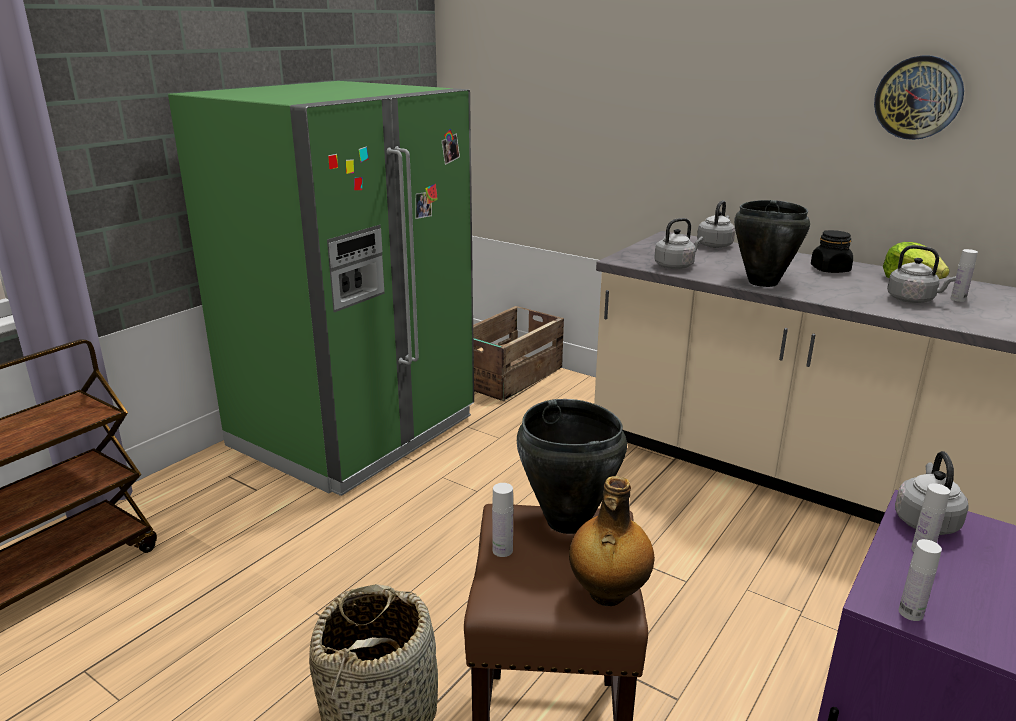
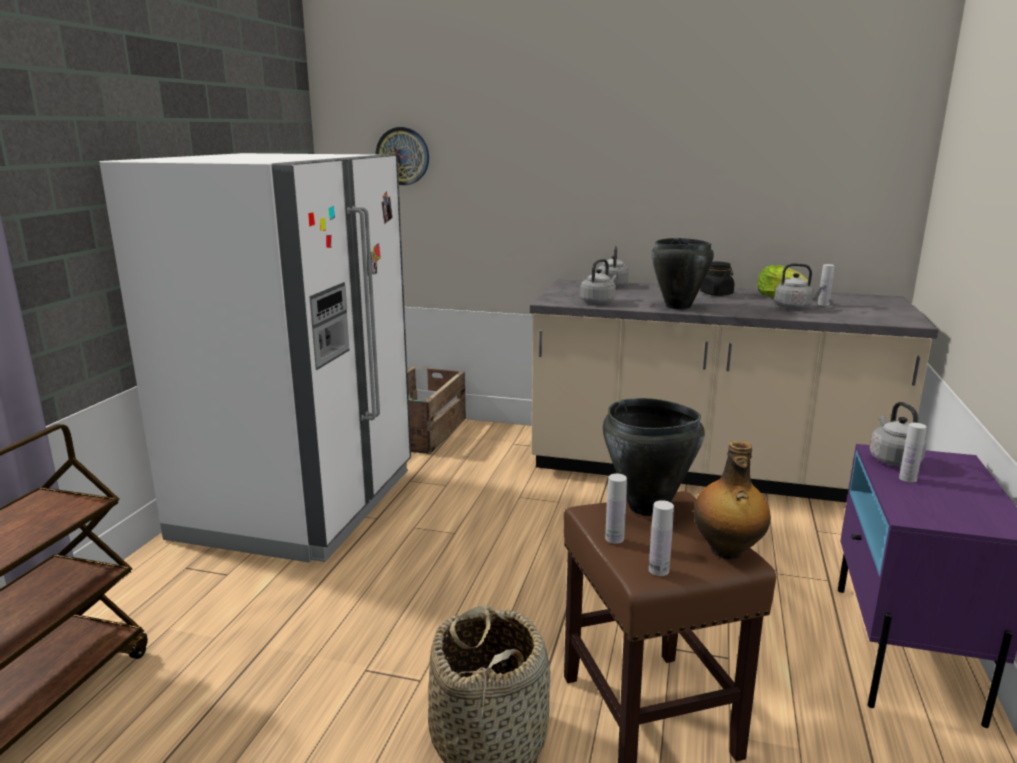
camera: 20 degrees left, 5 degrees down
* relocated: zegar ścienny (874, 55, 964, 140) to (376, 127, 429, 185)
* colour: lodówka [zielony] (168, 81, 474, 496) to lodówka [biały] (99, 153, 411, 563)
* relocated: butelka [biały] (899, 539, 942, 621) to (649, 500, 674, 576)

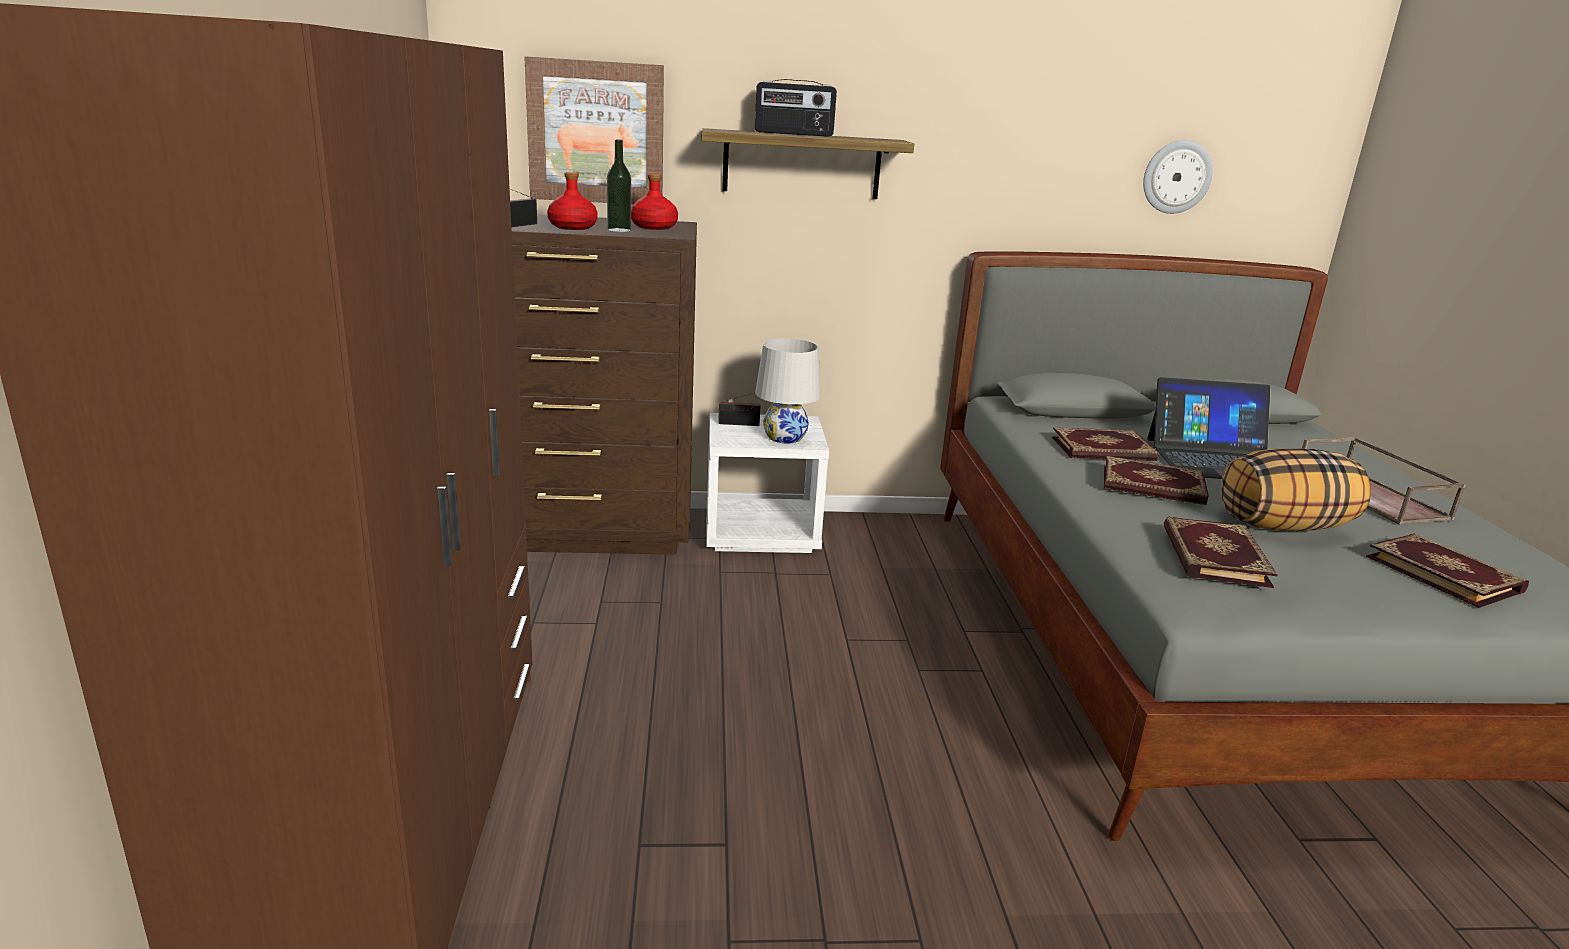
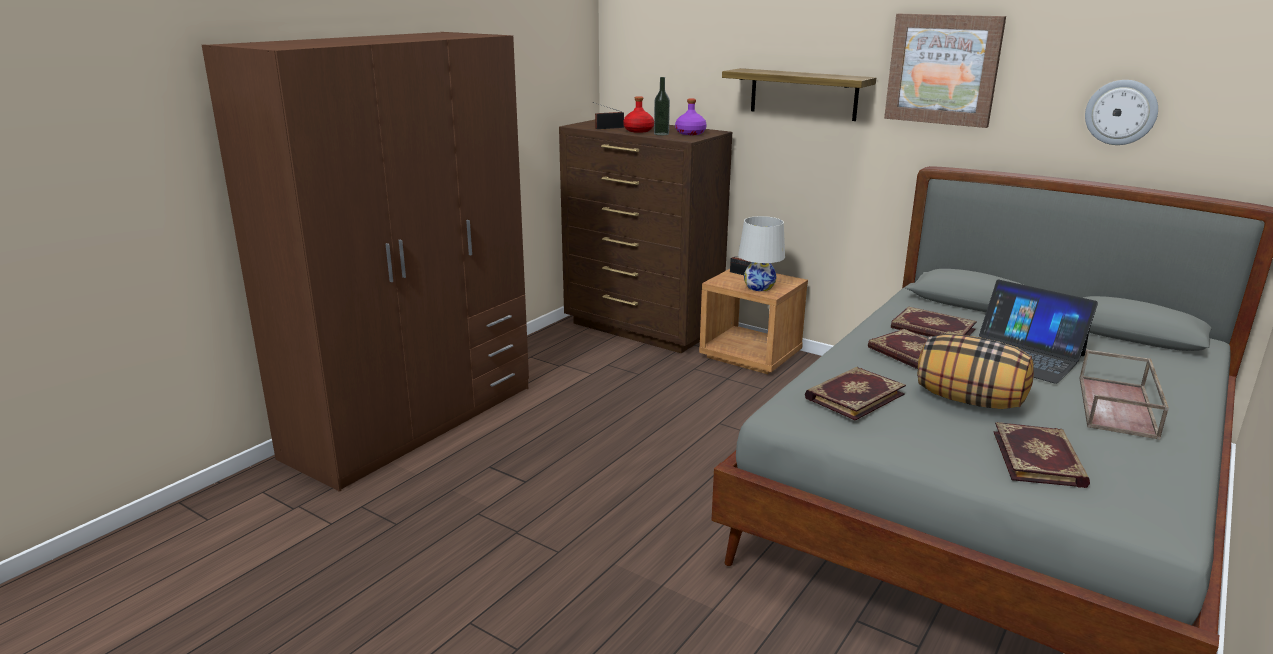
camera: 40 degrees right, 0 degrees up
* relocated: obraz (524, 56, 664, 204) to (884, 14, 1006, 128)
* missing: radio (755, 79, 837, 137)
* colour: butelka [czerwony] (631, 174, 678, 230) to butelka [fioletowy] (675, 98, 707, 135)
* colour: szafka nocna [biały] (707, 413, 829, 553) to szafka nocna [brązowy] (699, 269, 808, 374)

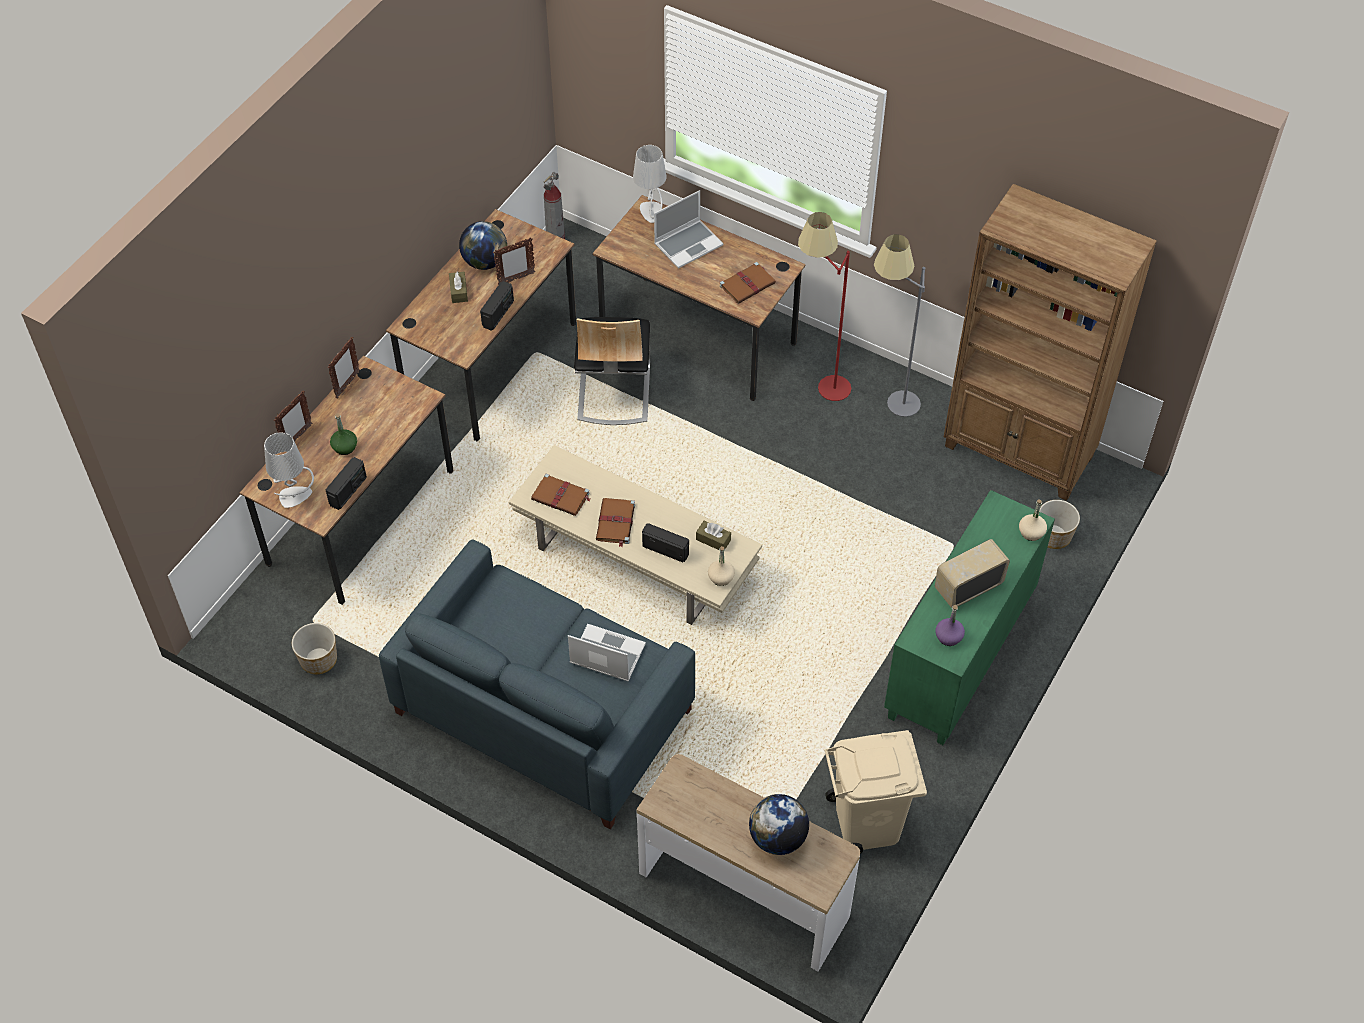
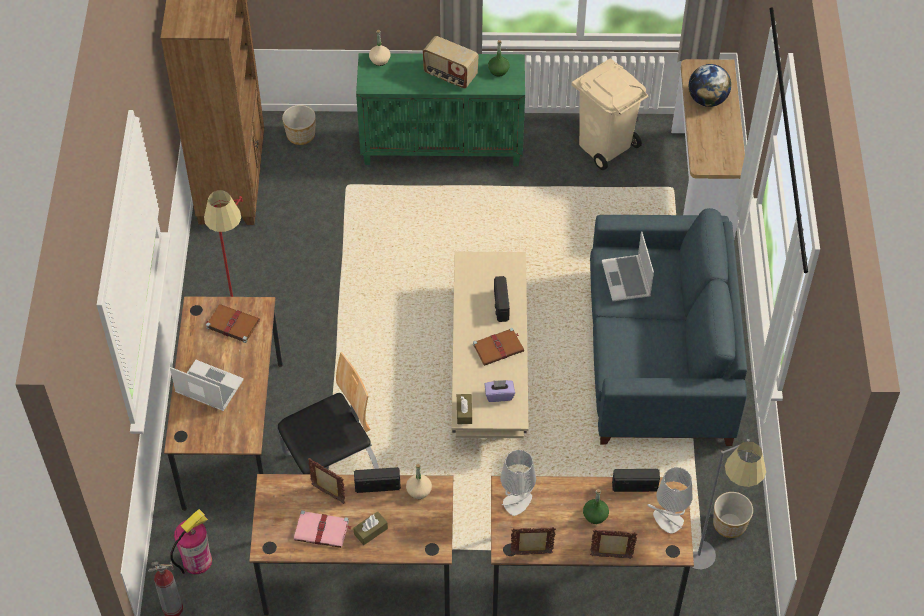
camera: 120 degrees left, 0 degrees up
* relocated: lampa stołowa [szary] (633, 145, 667, 223) to (500, 450, 536, 516)
* exchanged: globus (459, 221, 507, 270) to książka [różowy] (294, 510, 352, 548)
* relocated: lampa stojąca [szary] (874, 234, 925, 417) to (691, 439, 766, 570)
* exchanged: książka [brązowy] (531, 474, 590, 516) to pudełko chusteczek [fioletowy] (485, 380, 515, 402)
* relocated: pudełko chusteczek [brązowy] (696, 521, 731, 550) to (457, 394, 472, 424)
* relocated: butelka [beżowy] (708, 546, 735, 586) to (406, 464, 432, 499)
* colour: butelka [fioletowy] (935, 605, 965, 646) to butelka [zielony] (488, 40, 510, 76)
* appeared: gaśnica (170, 509, 212, 574)

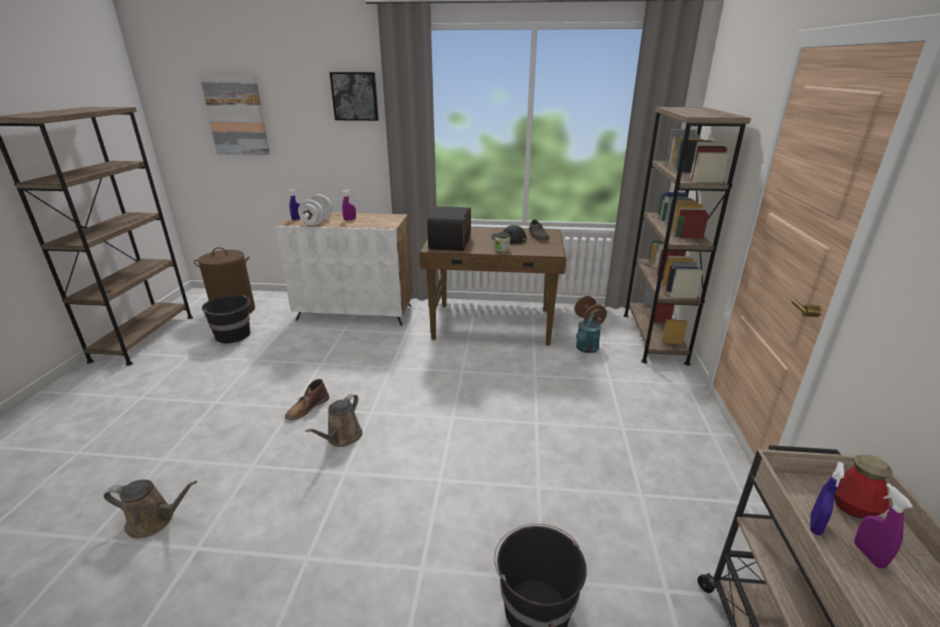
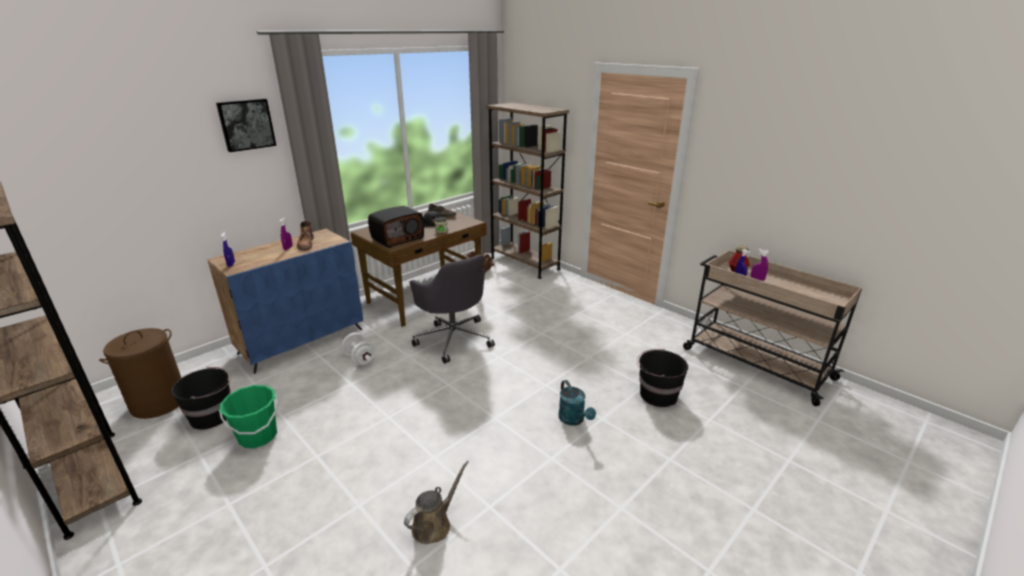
camera: 50 degrees left, 0 degrees up
* missing: obraz (199, 75, 270, 155)
* relocated: hantel [biały] (298, 194, 333, 226) to (341, 333, 375, 365)
* spun: radio (427, 206, 471, 251) = (368, 206, 424, 248) 90 degrees counterclockwise
* colour: szafka [biały] (276, 212, 413, 326) to szafka [niebieski] (207, 229, 363, 374)
* relocated: konewka [turkusowy] (576, 314, 601, 353) to (558, 380, 596, 425)
* relocated: but z cholewką [brązowy] (285, 379, 329, 420) to (297, 221, 314, 250)
* missing: konewka [brązowy] (306, 394, 363, 447)
* appeared: krzesło biurowe [szary] (409, 254, 495, 364)
* appeared: wiadro [zielony] (219, 385, 278, 448)

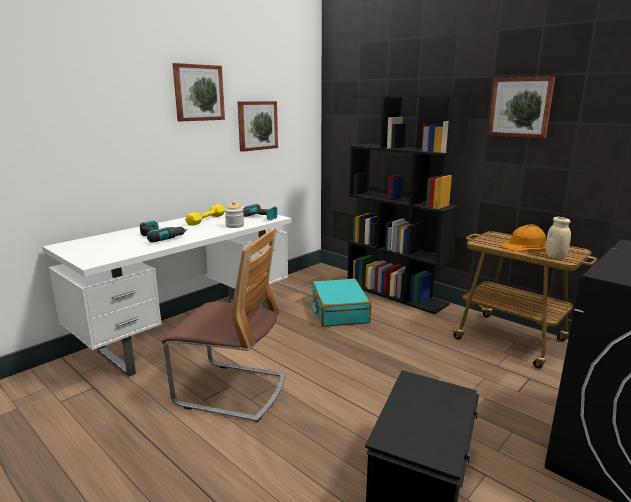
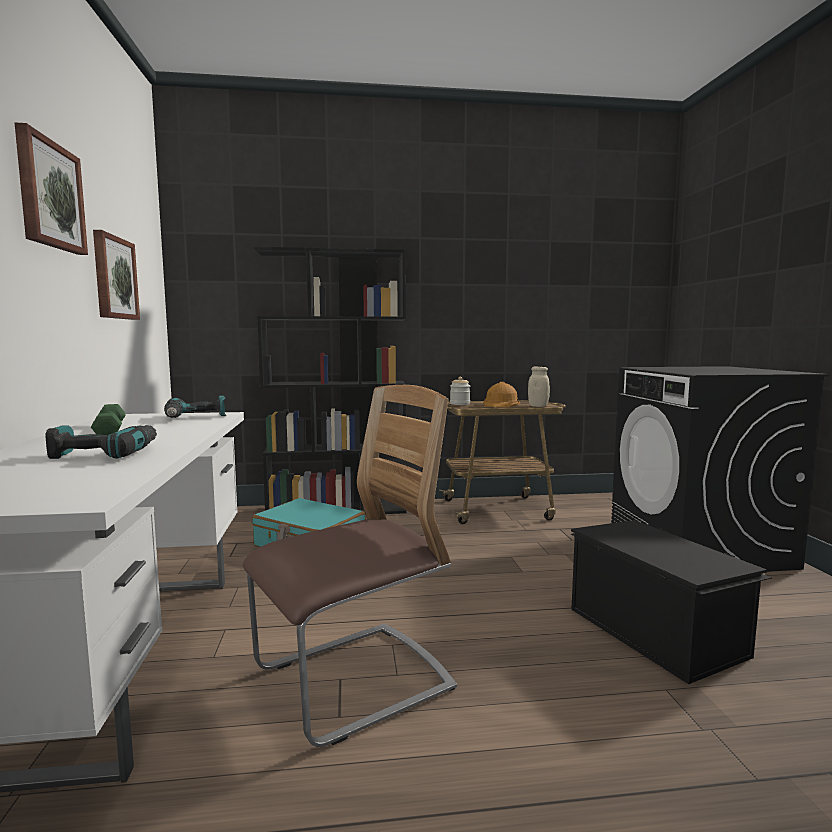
camera: 50 degrees left, 10 degrees down
* missing: obraz (488, 76, 555, 138)
* relocated: słoik (225, 201, 244, 228) to (450, 377, 470, 405)
* colour: hantel [żółty] (185, 204, 225, 226) to hantel [zielony] (91, 404, 125, 435)

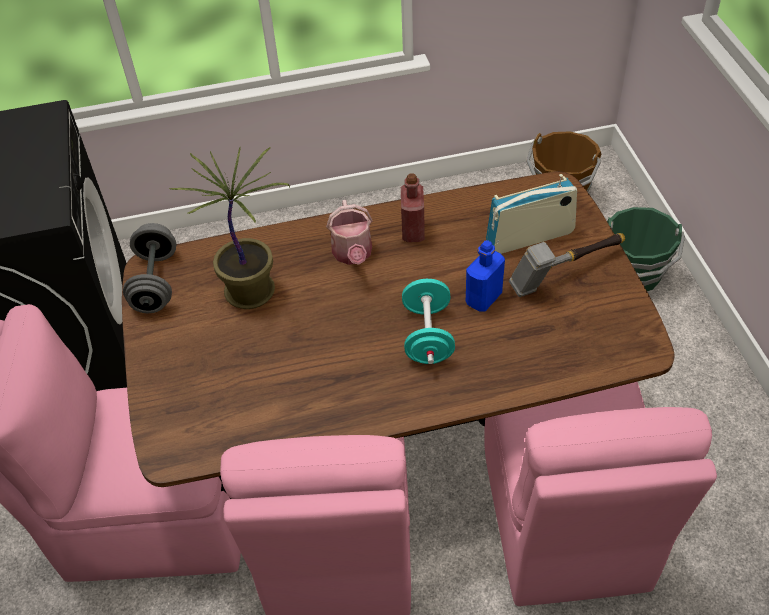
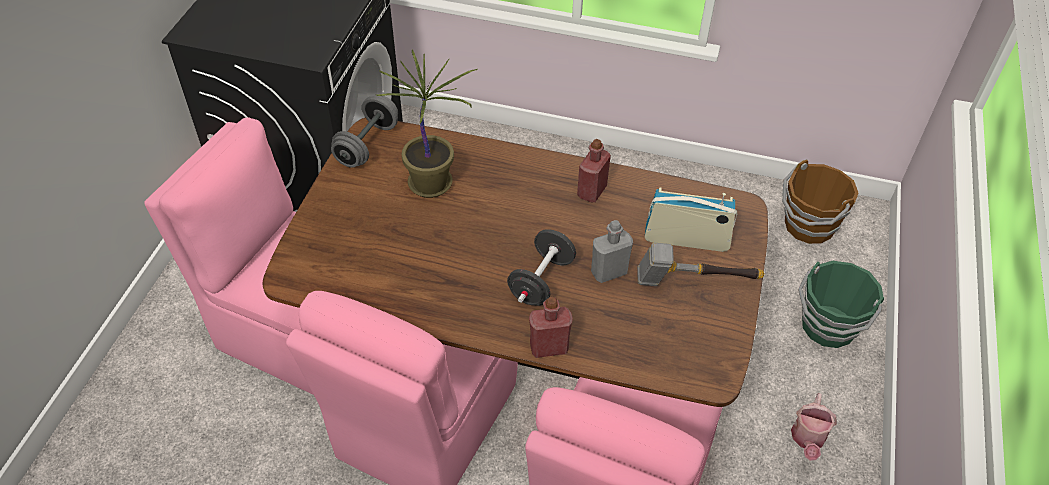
camera: 25 degrees right, 0 degrees up
* relocated: konewka (326, 200, 373, 265) to (791, 393, 837, 461)
* colour: butelka [niebieski] (466, 240, 505, 312) to butelka [szary] (591, 220, 633, 283)
* colour: hantel [turkusowy] (402, 279, 455, 364) to hantel [czarny] (507, 229, 576, 306)
* appeared: butelka [czerwony] (529, 297, 573, 358)

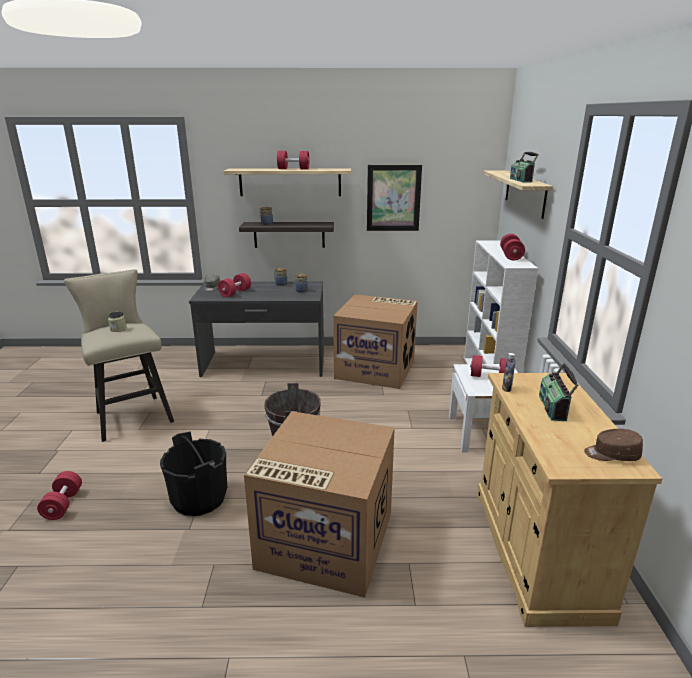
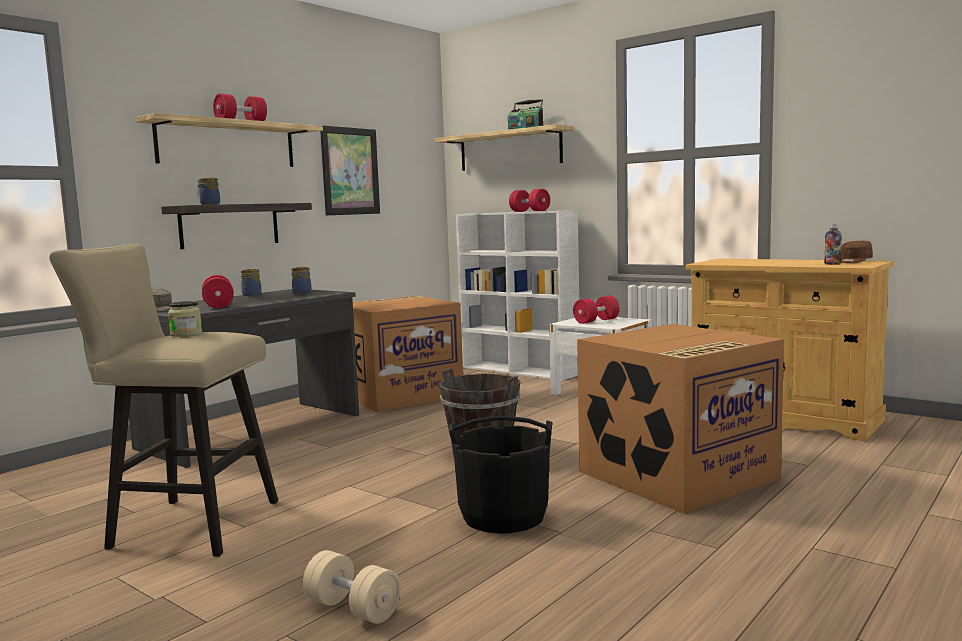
camera: 50 degrees left, 15 degrees down
* relocated: butelka (502, 353, 516, 392) to (824, 224, 842, 265)
* missing: radio (539, 363, 578, 421)
* colour: hantel [czerwony] (37, 471, 82, 520) to hantel [beżowy] (303, 550, 401, 624)

